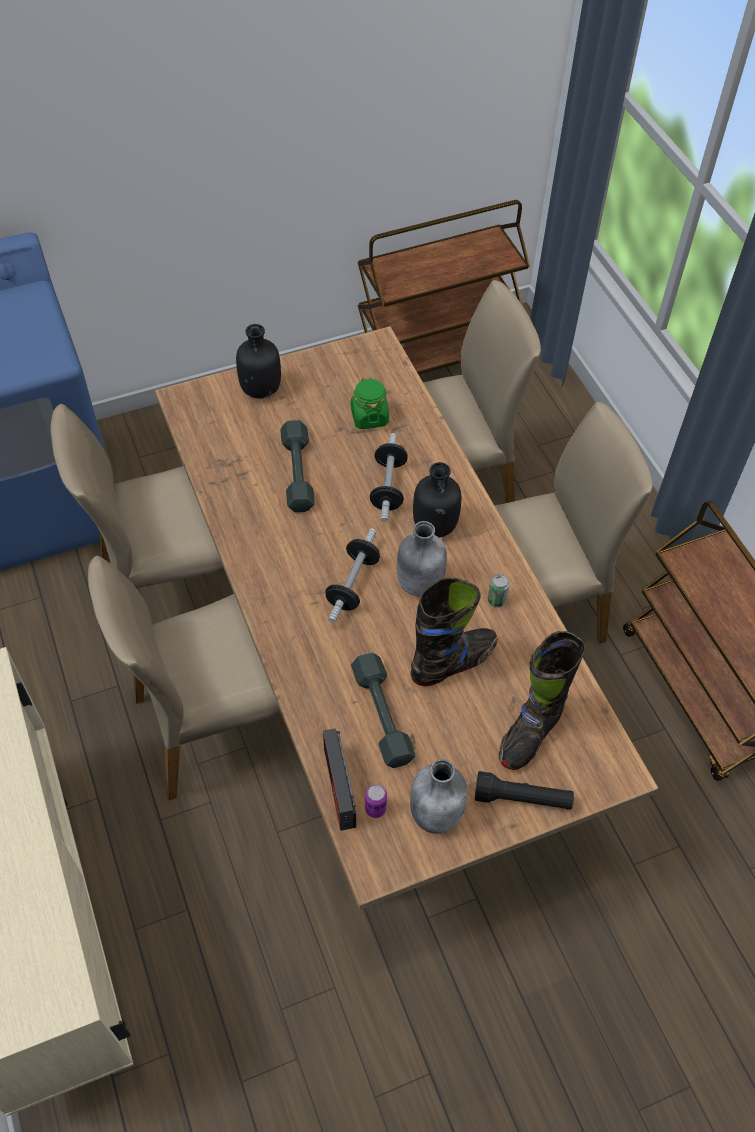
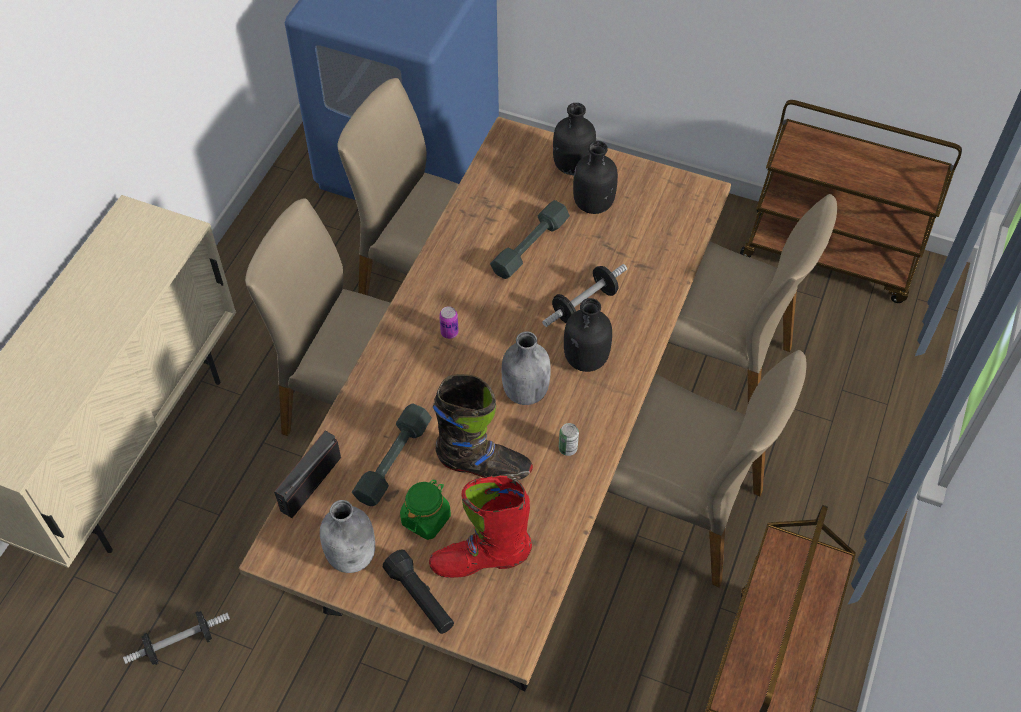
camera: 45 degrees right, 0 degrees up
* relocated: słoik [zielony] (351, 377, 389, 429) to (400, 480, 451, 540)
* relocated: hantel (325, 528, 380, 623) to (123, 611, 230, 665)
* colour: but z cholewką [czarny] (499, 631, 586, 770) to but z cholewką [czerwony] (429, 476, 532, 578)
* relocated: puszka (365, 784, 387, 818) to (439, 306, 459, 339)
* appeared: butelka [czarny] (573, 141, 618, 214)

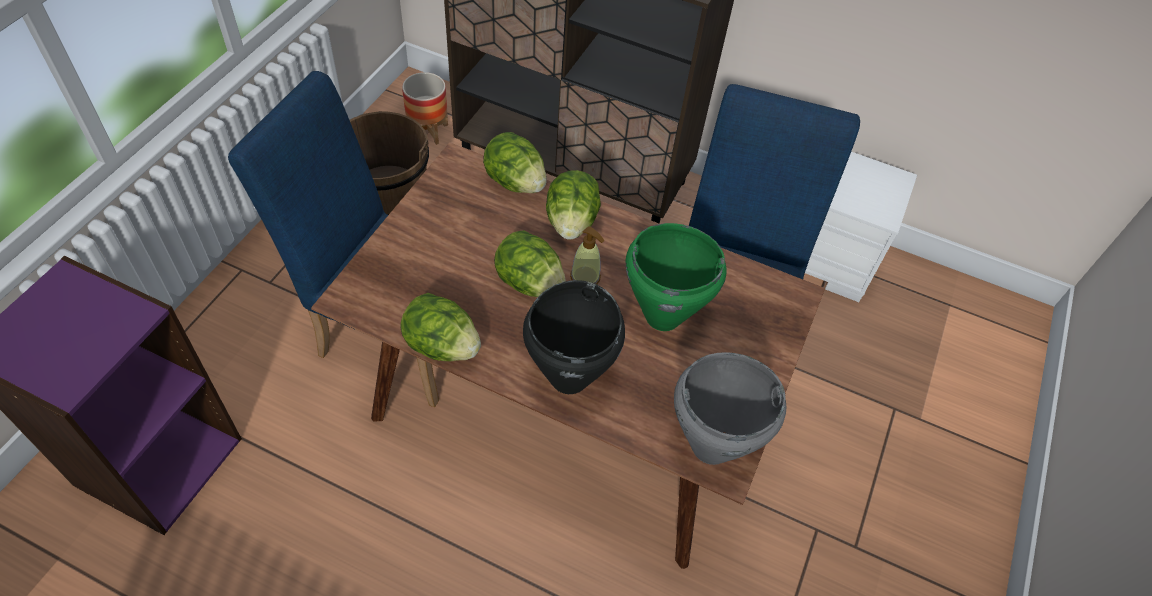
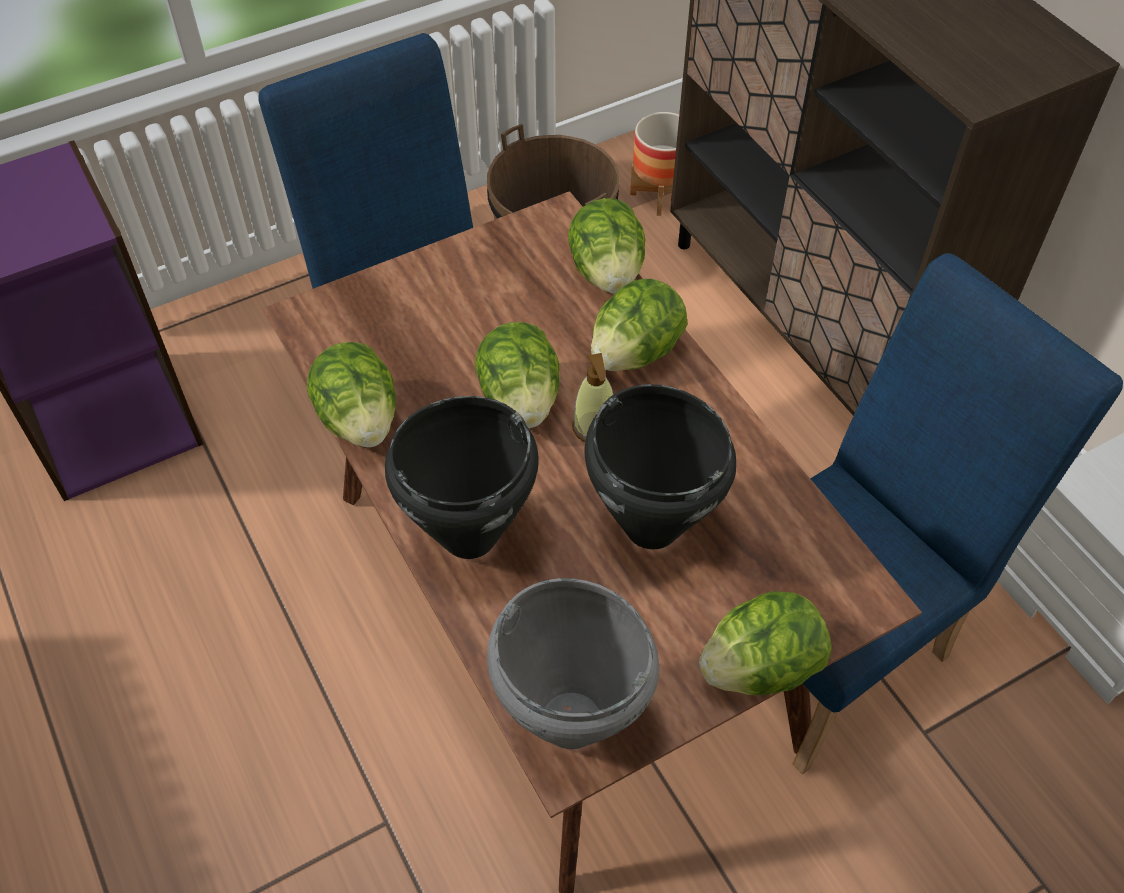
camera: 40 degrees right, 0 degrees up
* colour: garnek [zielony] (625, 223, 727, 331) to garnek [czarny] (584, 384, 736, 549)
* appeared: sałata (699, 591, 832, 695)

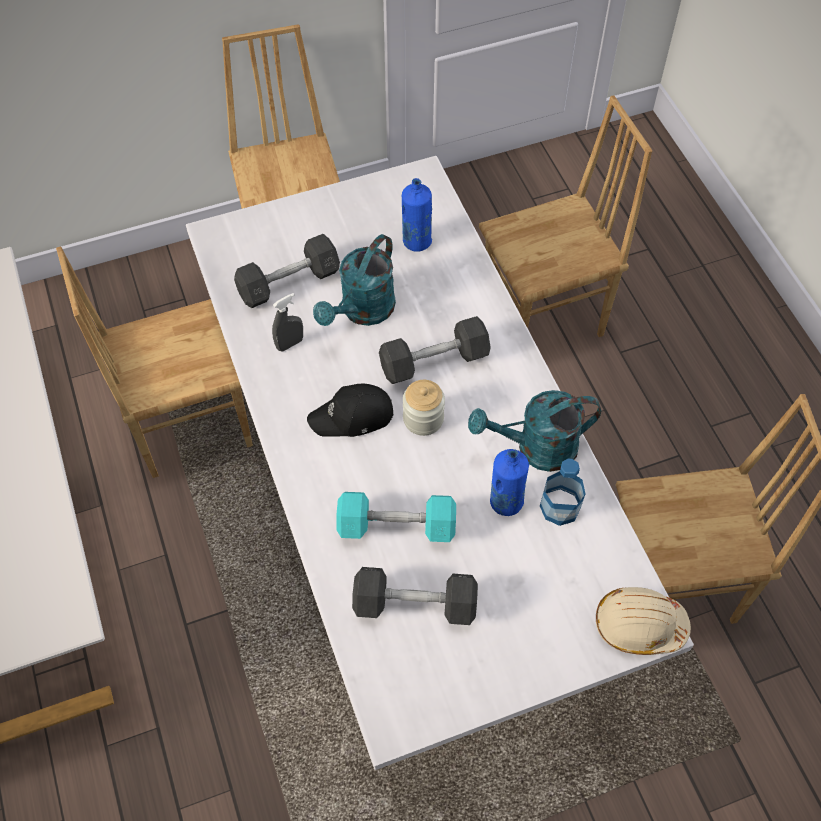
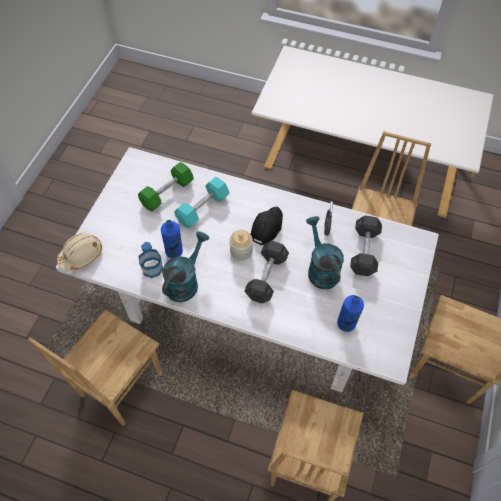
camera: 130 degrees right, 0 degrees up
* colour: hantel [szary] (352, 567, 478, 625) to hantel [zielony] (138, 162, 194, 211)

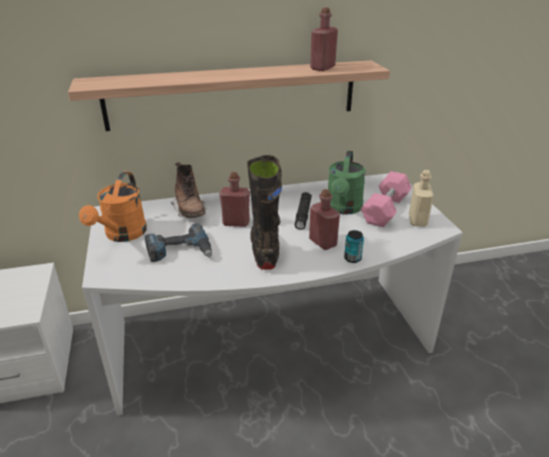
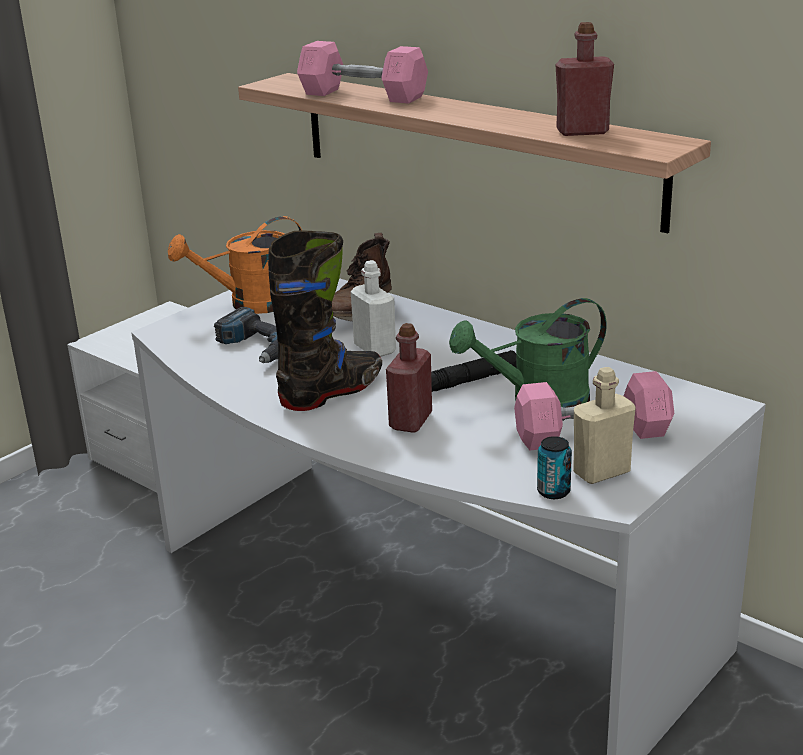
camera: 55 degrees right, 5 degrees down
* colour: butelka [czerwony] (219, 172, 250, 227) to butelka [biały] (351, 260, 396, 357)
* relocated: puszka (344, 230, 364, 263) to (537, 436, 572, 499)
* appeared: hantel [różowy] (297, 41, 428, 104)

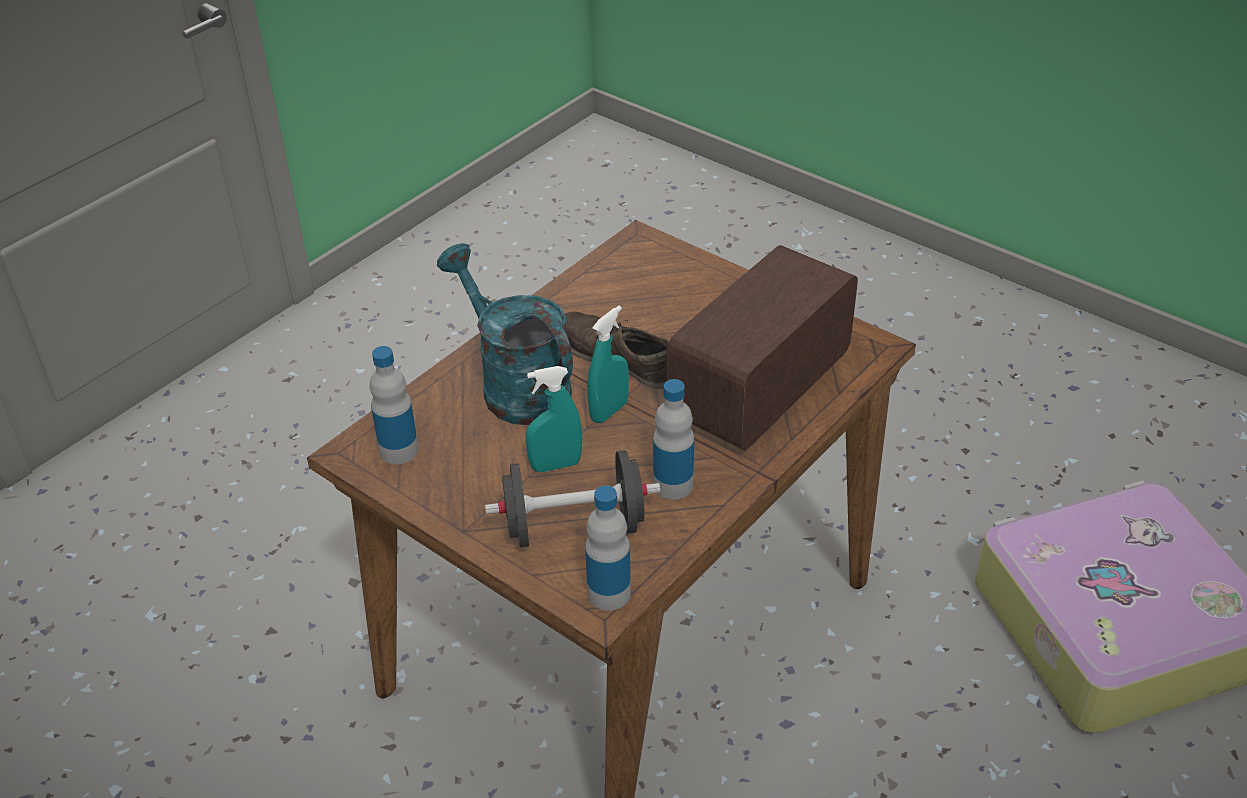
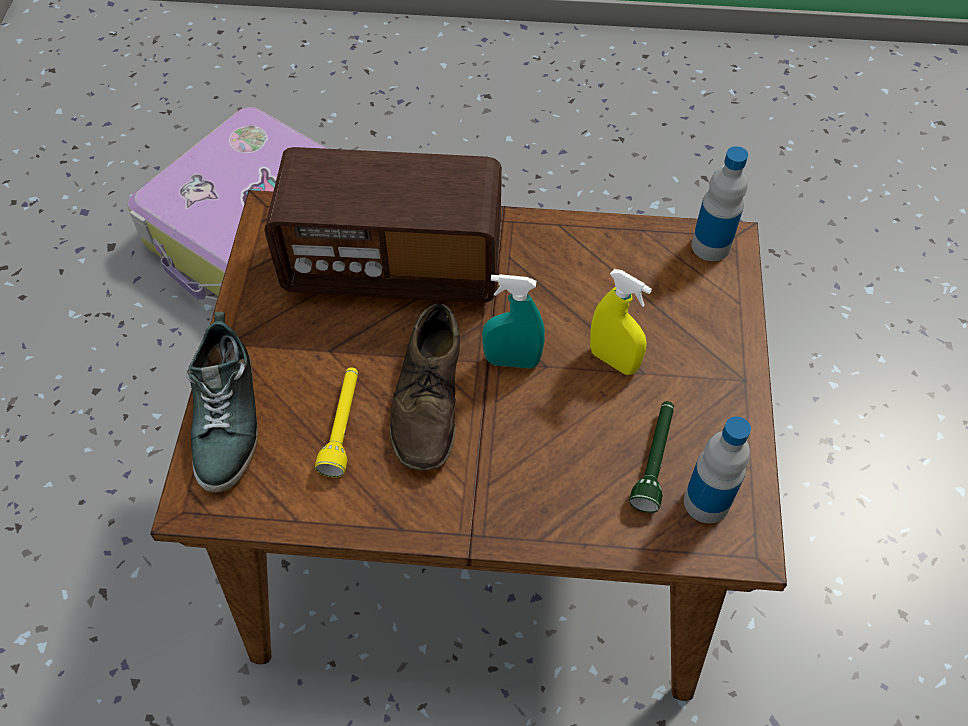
camera: 125 degrees left, 15 degrees up
* missing: konewka [turkusowy] (437, 243, 573, 425)
* colour: spryskiwacz [turkusowy] (526, 366, 582, 472) to spryskiwacz [żółty] (590, 269, 652, 375)
* missing: butelka (653, 379, 694, 500)
* missing: hantel [czarny] (485, 450, 660, 547)
* appeared: but (186, 311, 258, 493)
* appeared: latarka [żółty] (315, 367, 358, 478)
* appeared: latarka [zielony] (629, 401, 674, 513)

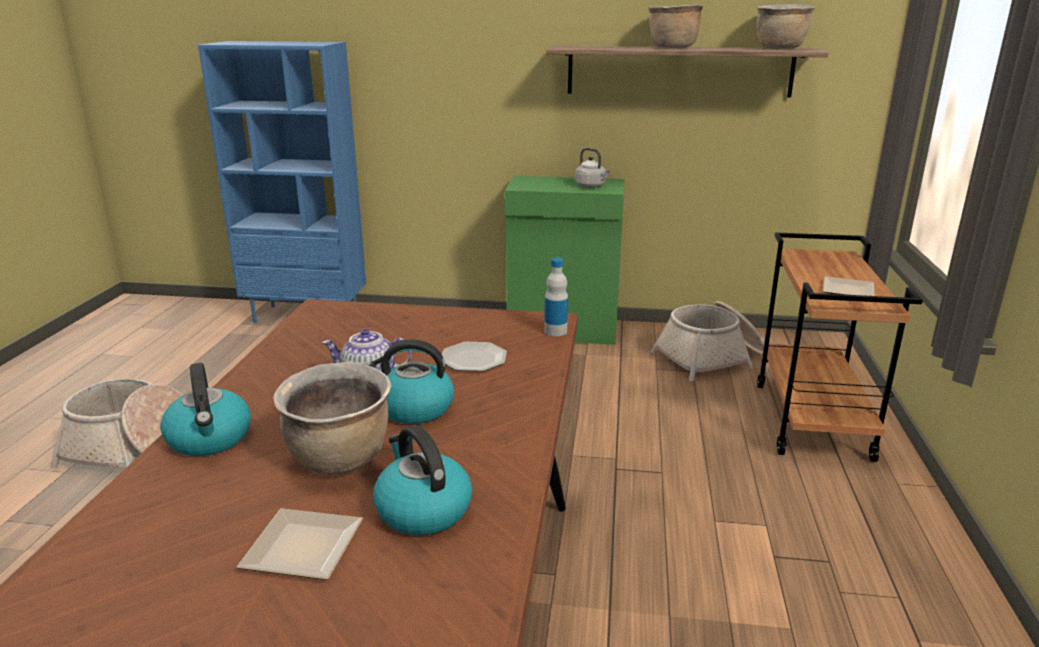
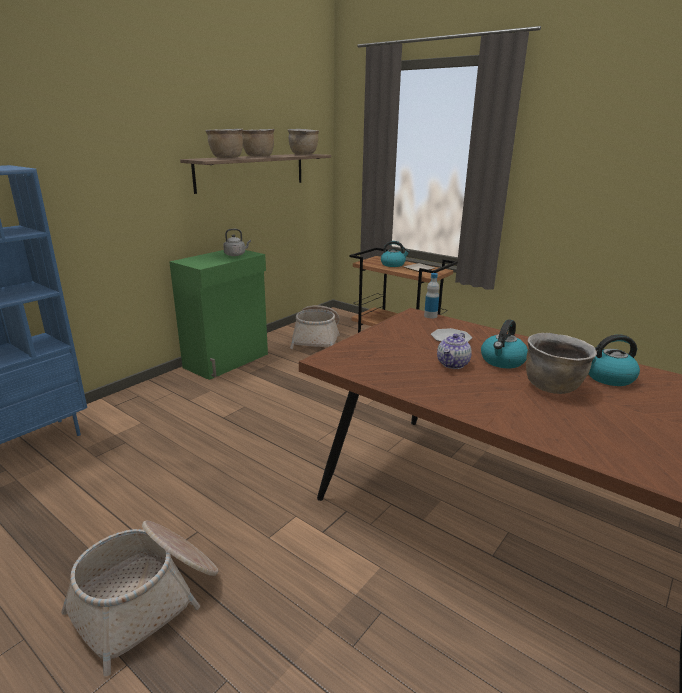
camera: 60 degrees left, 0 degrees up
* relocated: czajnik (160, 363, 251, 456) to (381, 241, 410, 267)
* missing: talerz (237, 508, 363, 580)
* appeared: garnek [brązowy] (206, 129, 243, 158)

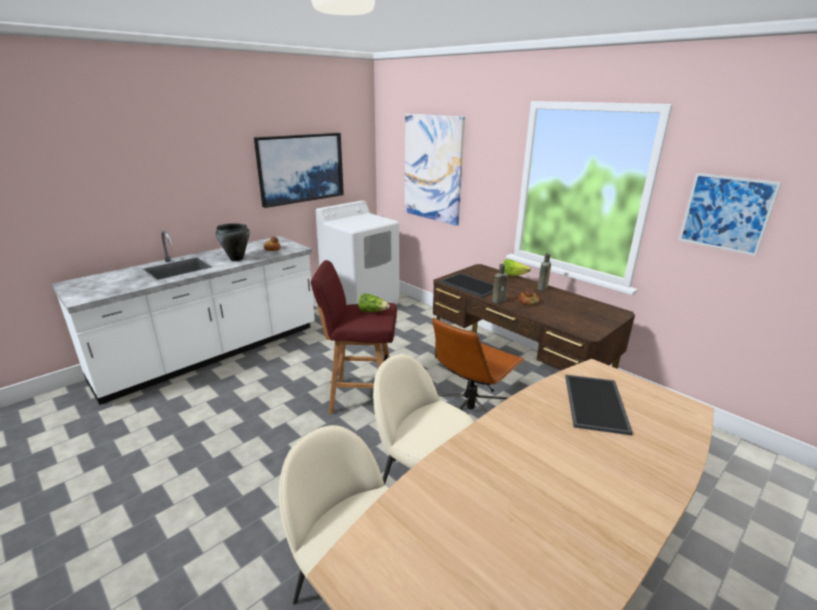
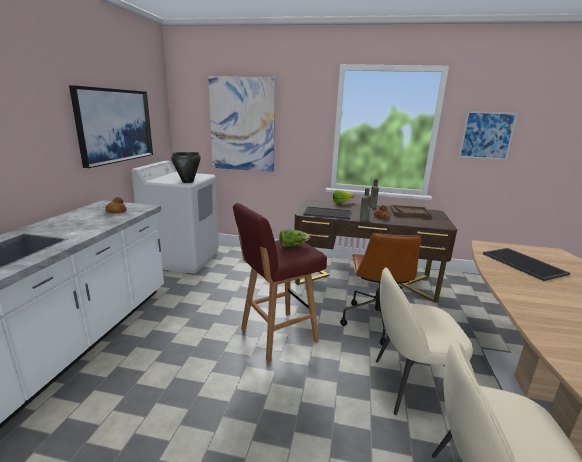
camera: 35 degrees left, 5 degrees down
* relocated: garnek [czarny] (216, 223, 250, 261) to (171, 152, 201, 183)
* appeared: taca [brązowy] (390, 205, 432, 218)

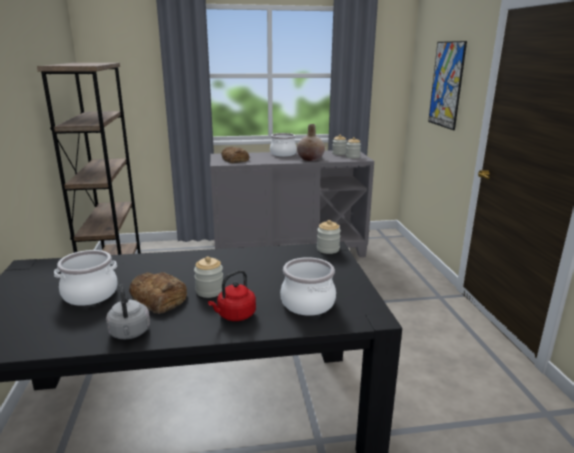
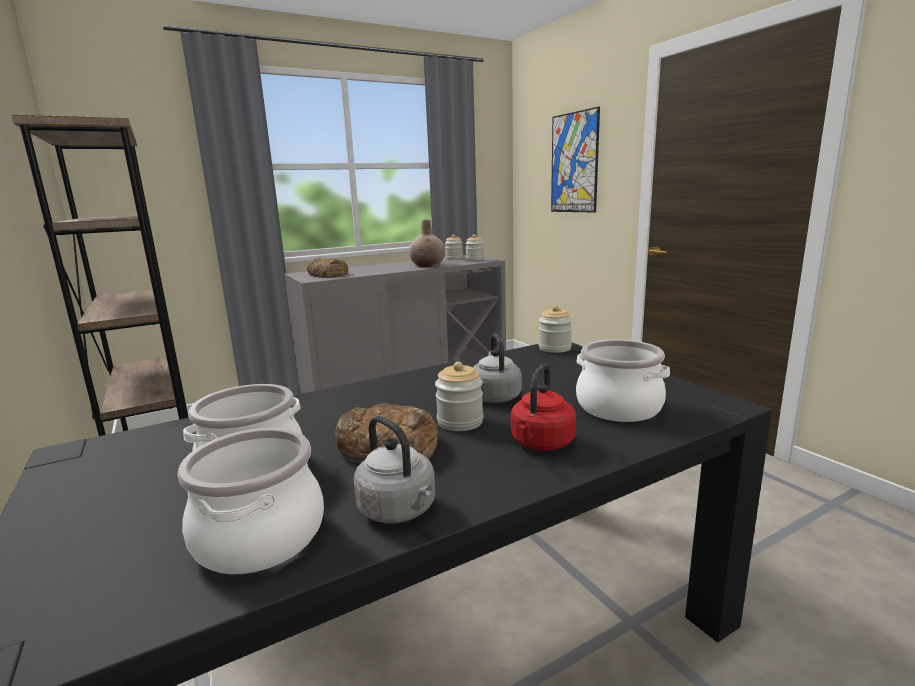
camera: 20 degrees left, 5 degrees down
* relocated: garnek (270, 133, 297, 157) to (177, 428, 324, 574)
* appeared: czajnik [szary] (473, 334, 522, 403)

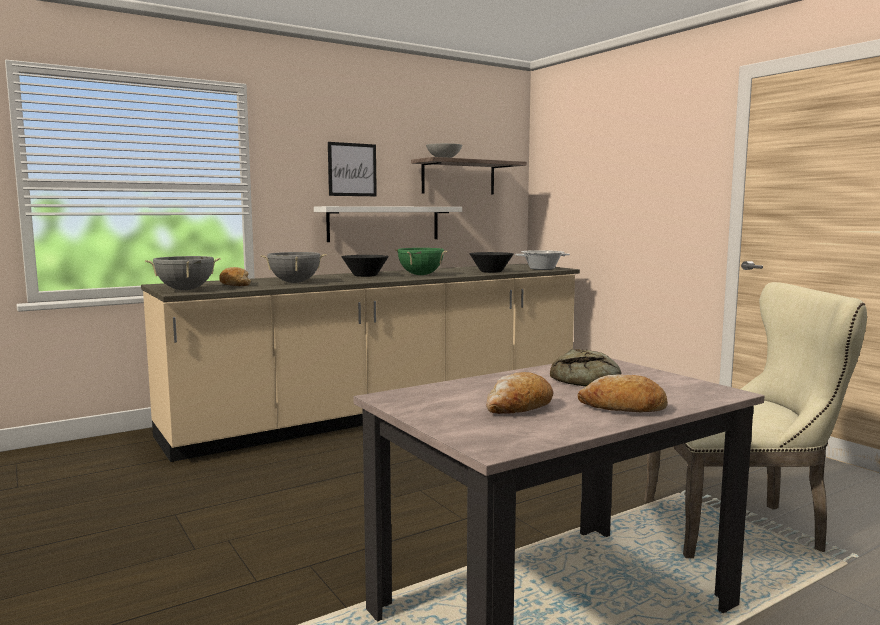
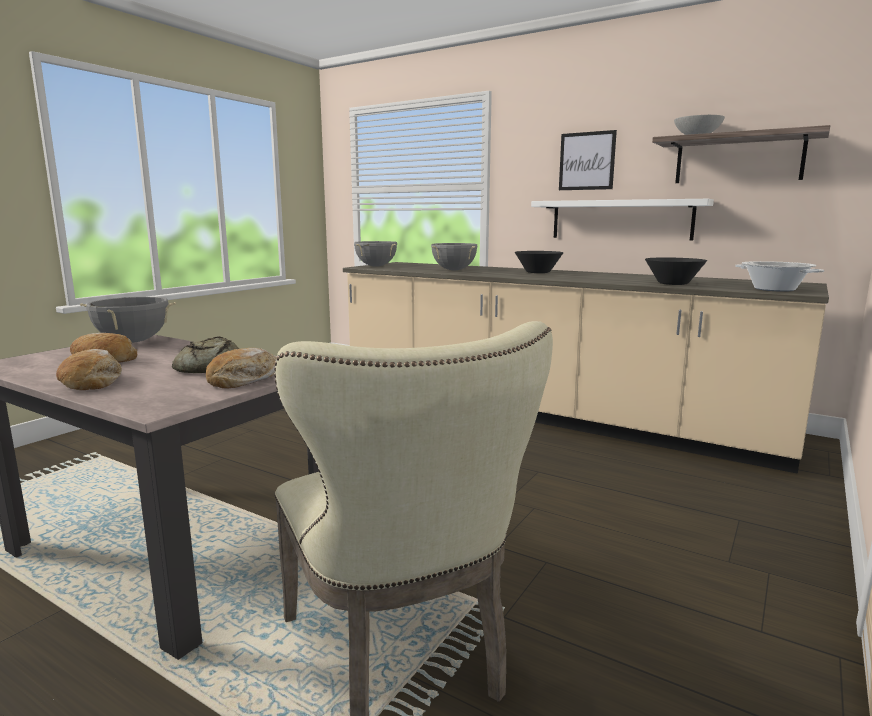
camera: 65 degrees right, 5 degrees up
* missing: garnek [zielony] (395, 248, 448, 275)
* relocated: chleb (219, 267, 251, 286) to (206, 348, 277, 389)
* appeared: garnek [szary] (80, 297, 176, 343)

